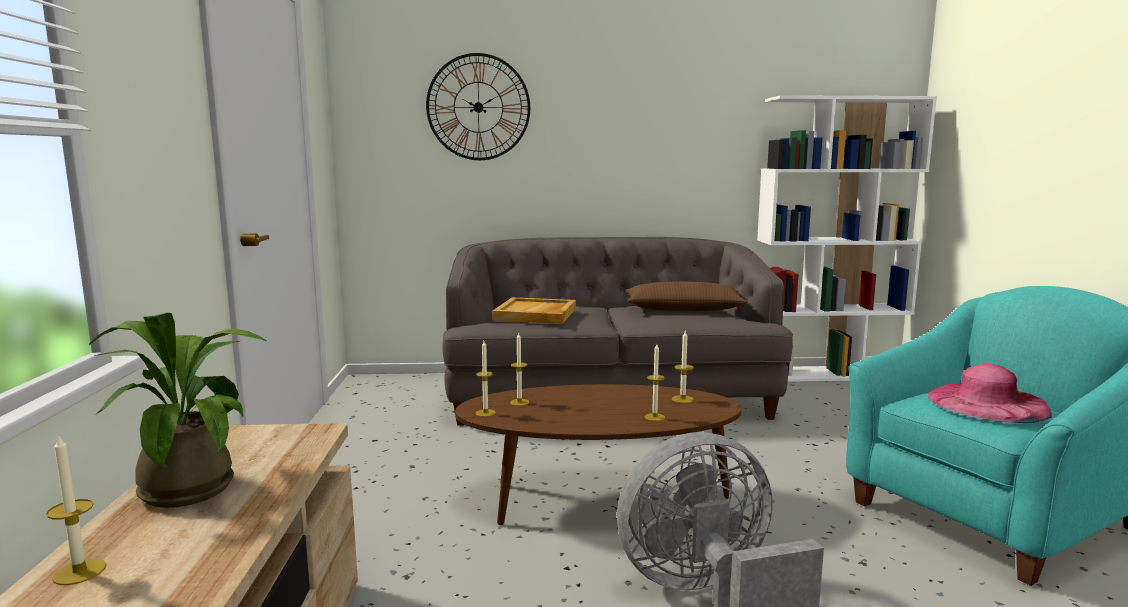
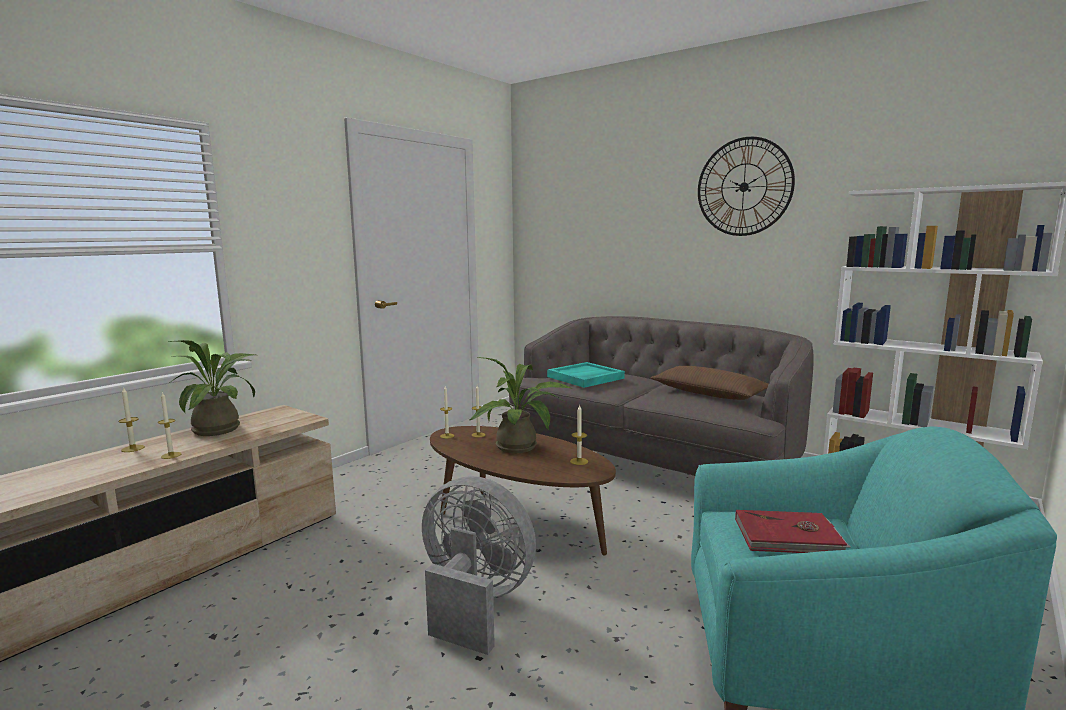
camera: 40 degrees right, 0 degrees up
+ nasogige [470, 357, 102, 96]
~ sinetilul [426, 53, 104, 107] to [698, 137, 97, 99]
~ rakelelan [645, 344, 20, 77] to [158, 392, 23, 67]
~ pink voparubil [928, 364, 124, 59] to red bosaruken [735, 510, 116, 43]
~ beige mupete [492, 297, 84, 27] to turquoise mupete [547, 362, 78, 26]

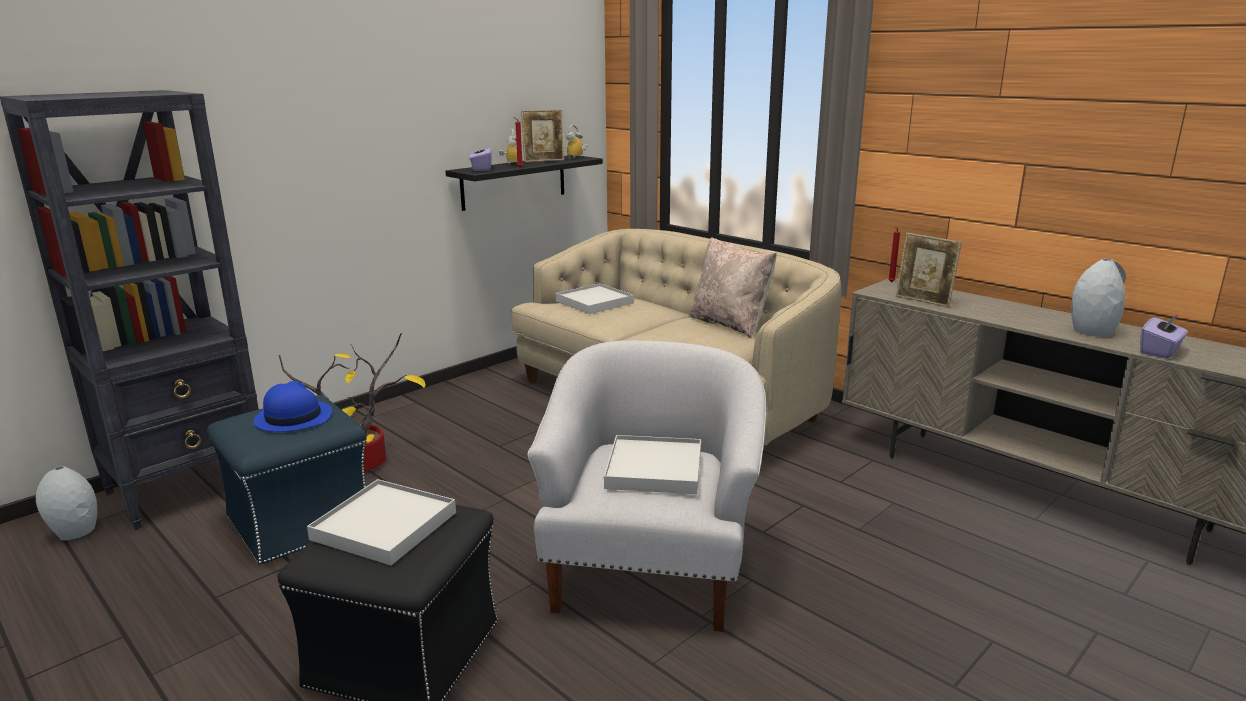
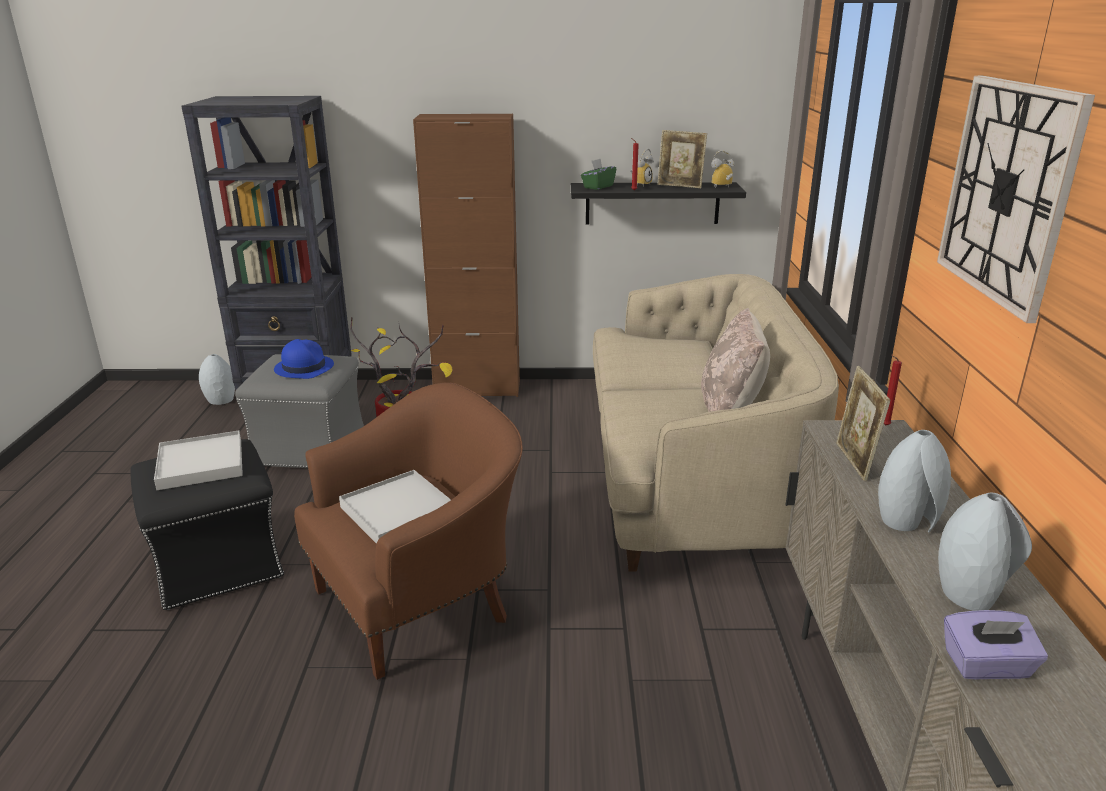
camera: 45 degrees right, 5 degrees up
- white mupete [556, 283, 78, 31]
+ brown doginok [413, 114, 107, 283]
+ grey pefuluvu [878, 430, 73, 103]
+ sinetilul [937, 76, 158, 247]
~ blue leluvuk [207, 395, 160, 170] to grey leluvuk [235, 354, 129, 114]
~ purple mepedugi [469, 142, 23, 29] to green mepedugi [581, 158, 35, 32]
~ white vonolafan [527, 341, 239, 291] to brown vonolafan [294, 382, 229, 298]

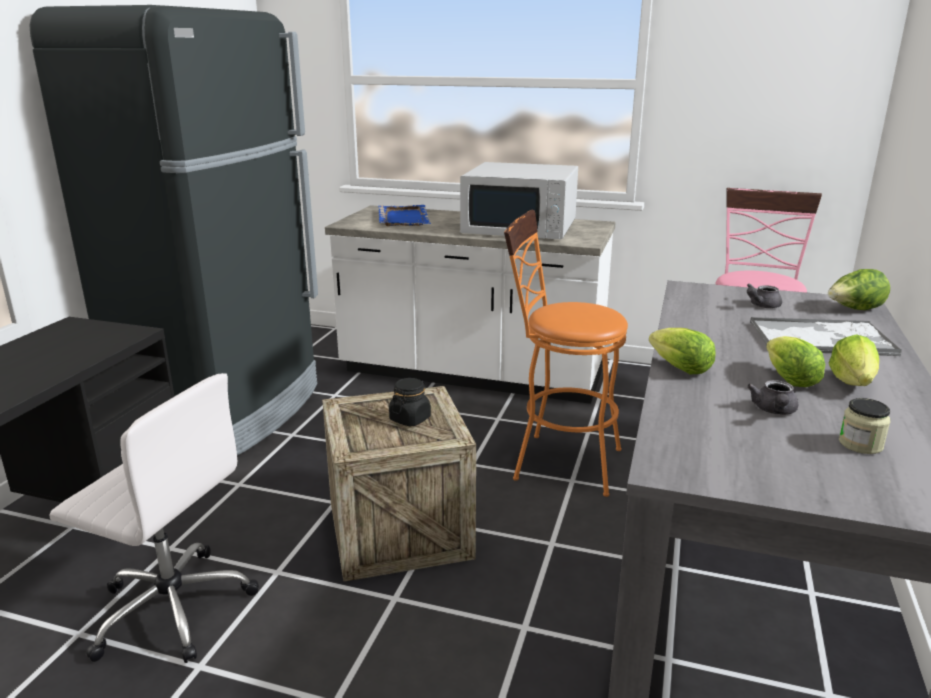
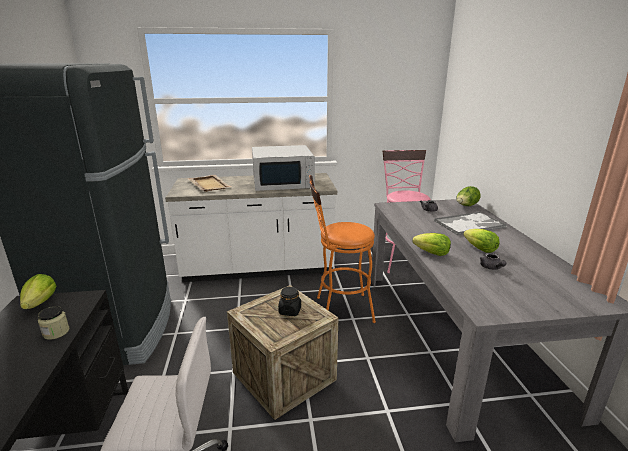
camera: 25 degrees left, 0 degrees up
~ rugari [828, 334, 51, 52] to [20, 274, 36, 35]
~ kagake [839, 398, 52, 56] to [38, 306, 31, 34]
~ blue mupete [379, 205, 52, 21] to beige mupete [188, 175, 43, 17]

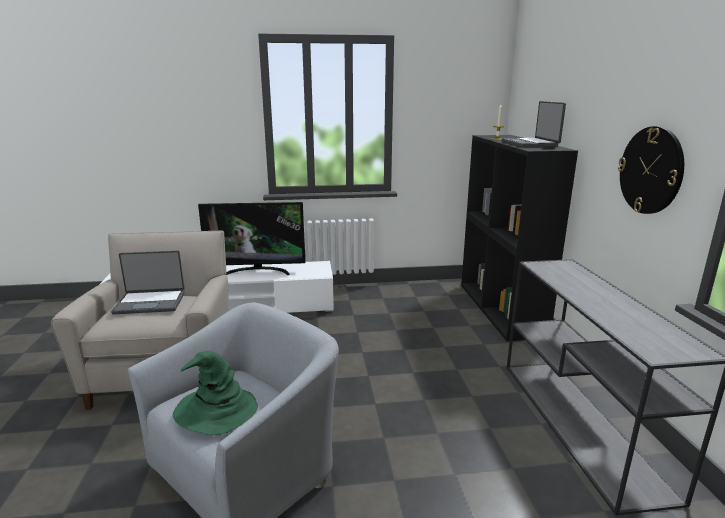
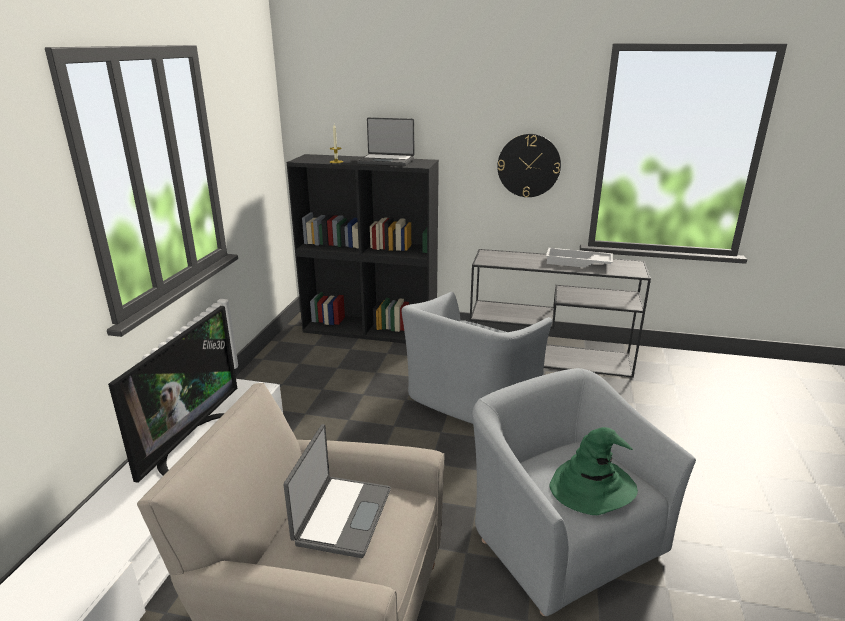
camera: 70 degrees left, 5 degrees up
+ grey vonolafan [402, 292, 150, 132]
+ white mupete [546, 248, 67, 20]

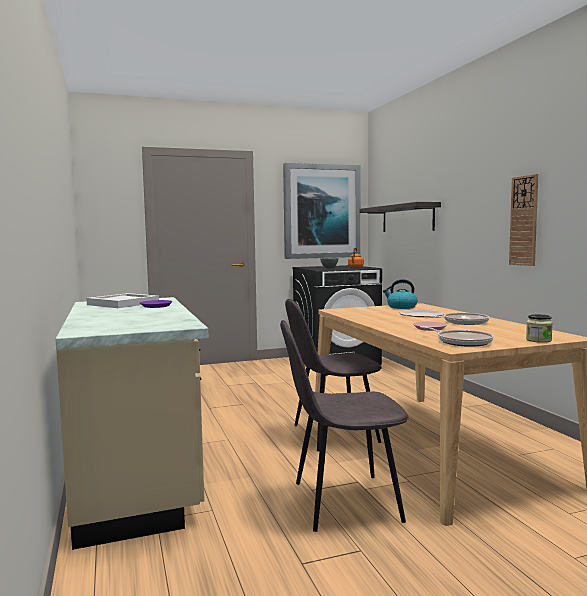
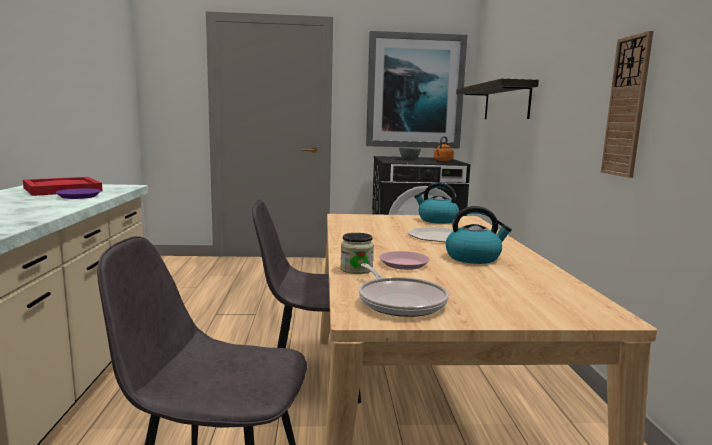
camera: 15 degrees right, 5 degrees up
~ kagake [526, 314, 27, 29] to [340, 233, 34, 41]
~ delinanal [424, 313, 65, 12] to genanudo [446, 206, 66, 58]
~ white mupete [86, 293, 73, 15] to red mupete [23, 177, 80, 19]

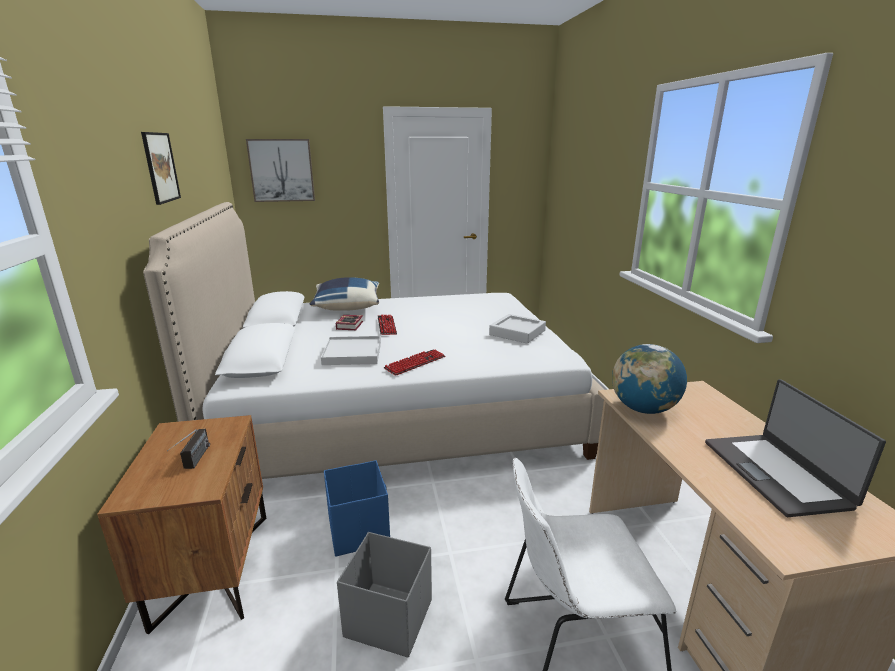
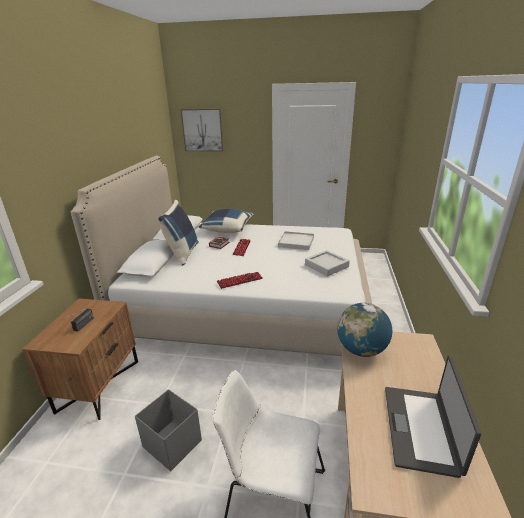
camera: 20 degrees right, 5 degrees up
- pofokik [141, 132, 40, 73]
- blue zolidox [324, 460, 66, 96]
+ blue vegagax [158, 200, 41, 66]
~ white mupete [321, 336, 60, 29] to [278, 231, 36, 19]

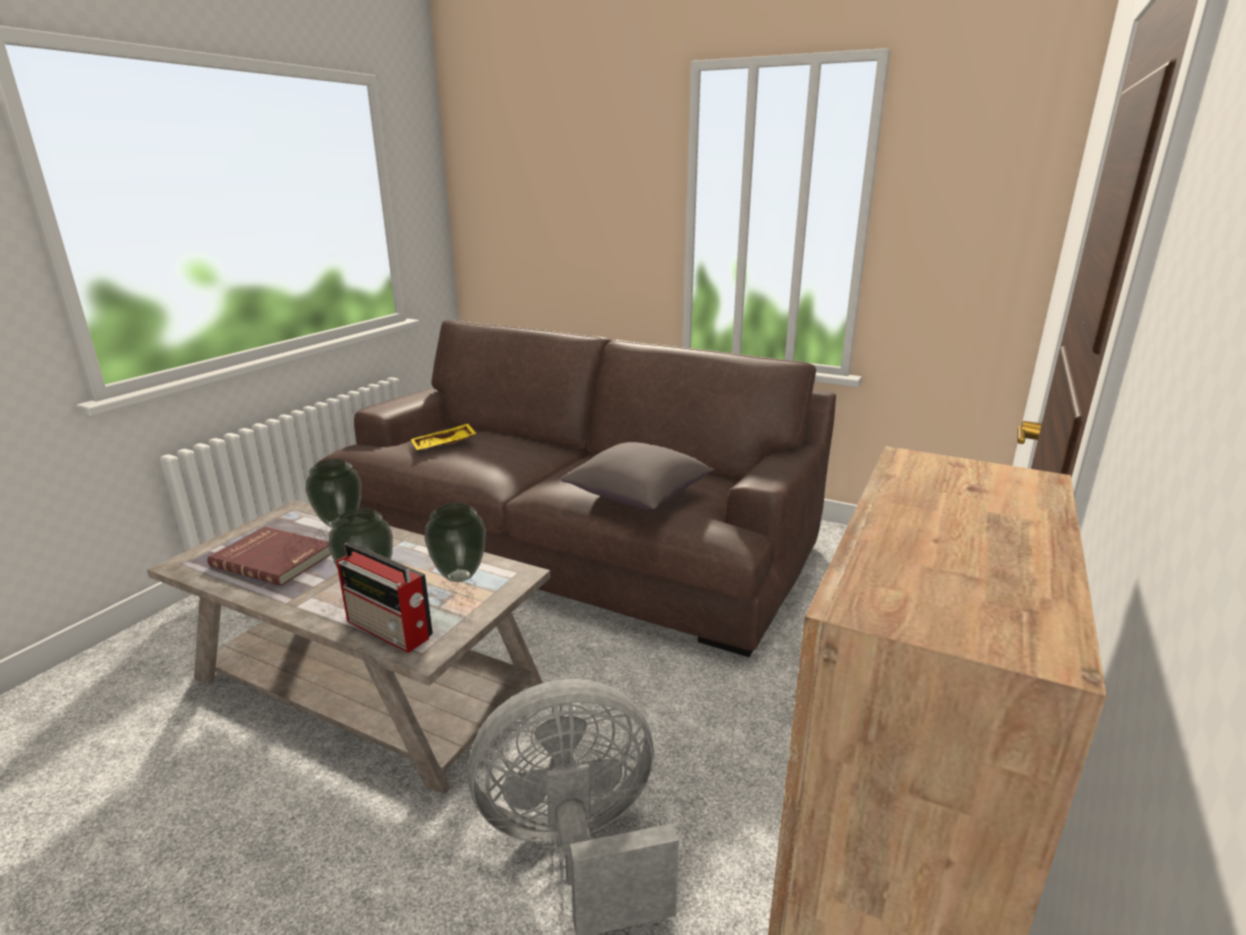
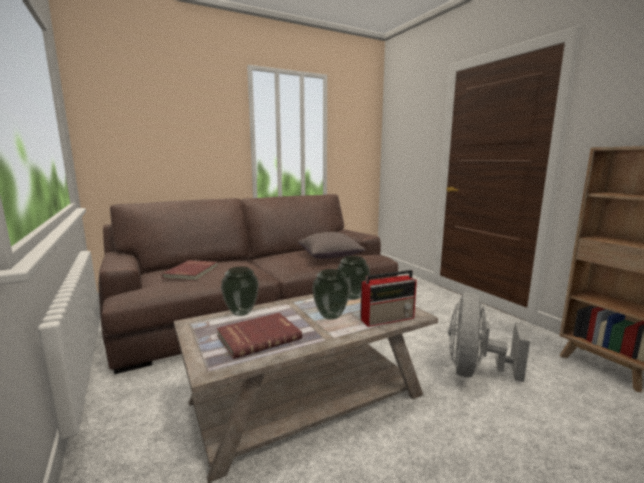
camera: 55 degrees left, 10 degrees down
~ yellow mupete [411, 424, 66, 26] to red bosaruken [162, 260, 56, 21]

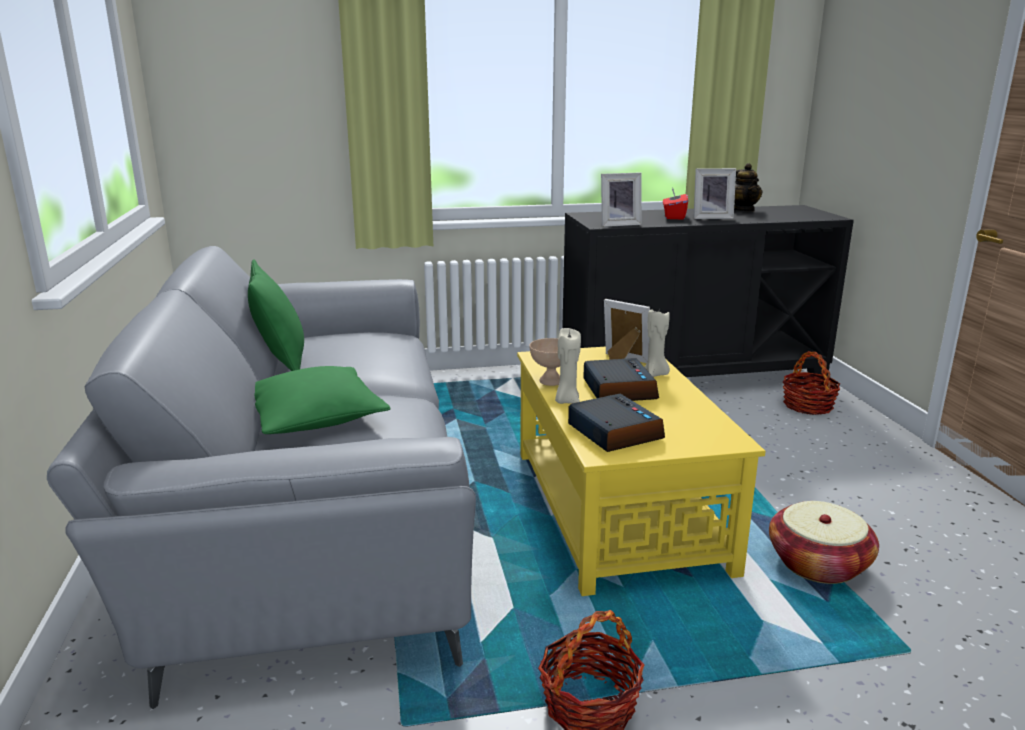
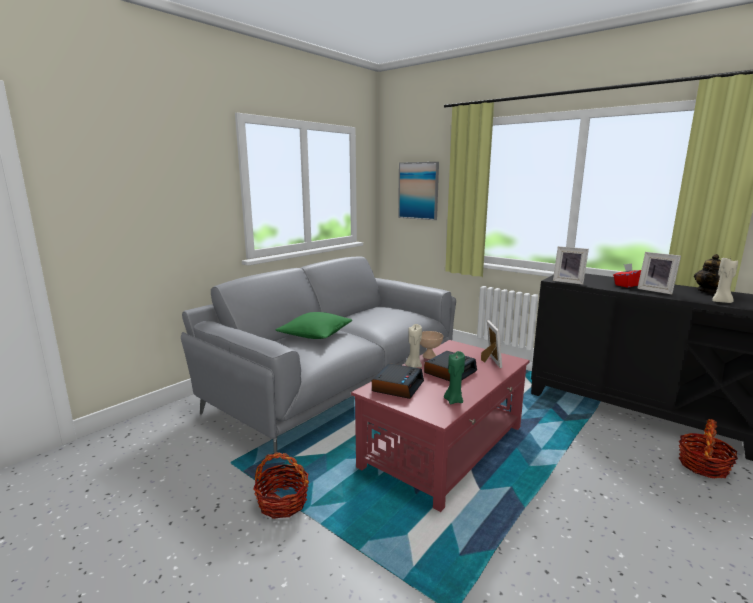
camera: 50 degrees right, 5 degrees down
- green vegagax [248, 259, 56, 112]
- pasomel [769, 501, 110, 83]
+ pofokik [398, 162, 41, 58]
+ green rakelelan [444, 351, 21, 53]
~ beige rakelelan [645, 310, 25, 67] to [712, 257, 26, 46]
~ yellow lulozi [517, 347, 249, 249] to red lulozi [351, 340, 179, 172]

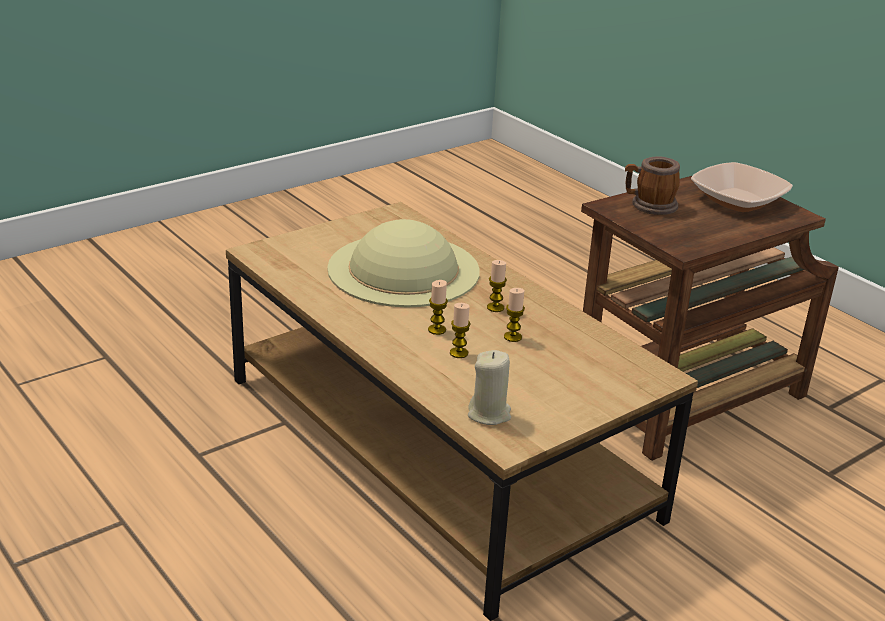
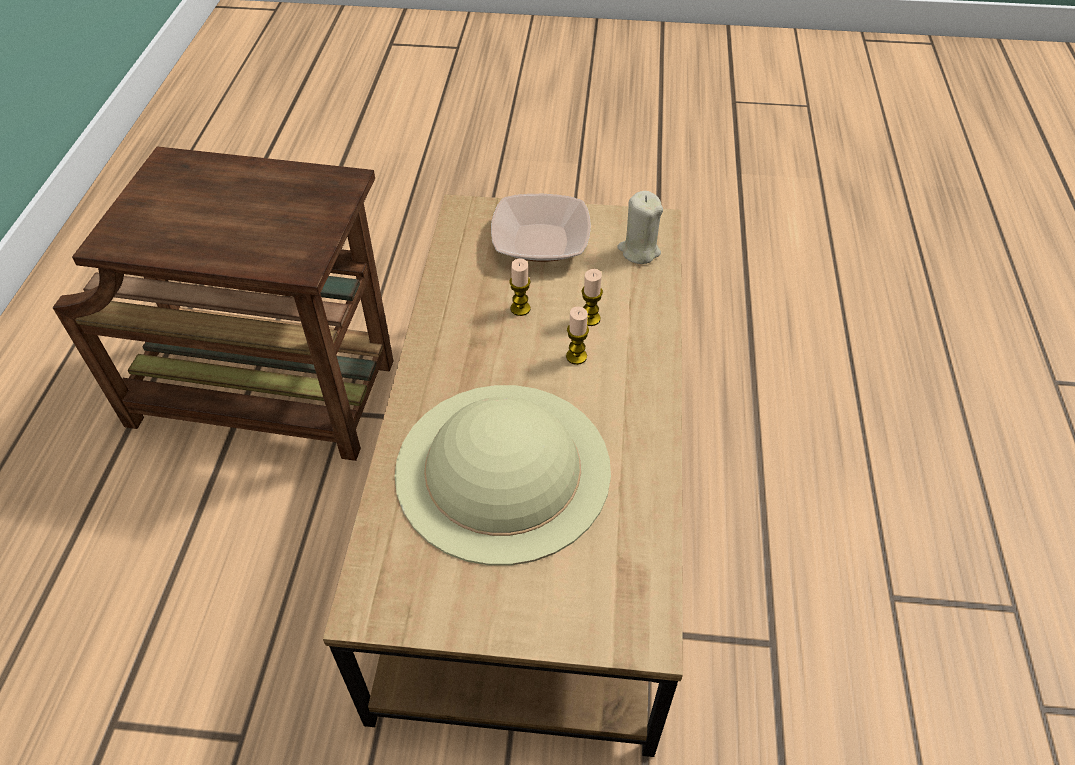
camera: 135 degrees left, 20 degrees up
- rakelelan [487, 260, 20, 52]
- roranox [625, 156, 55, 59]
~ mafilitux [691, 162, 102, 50] to [491, 194, 100, 68]

